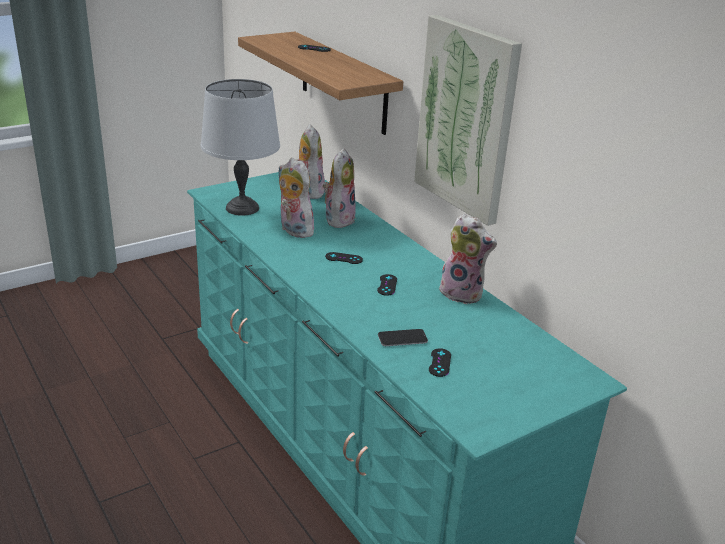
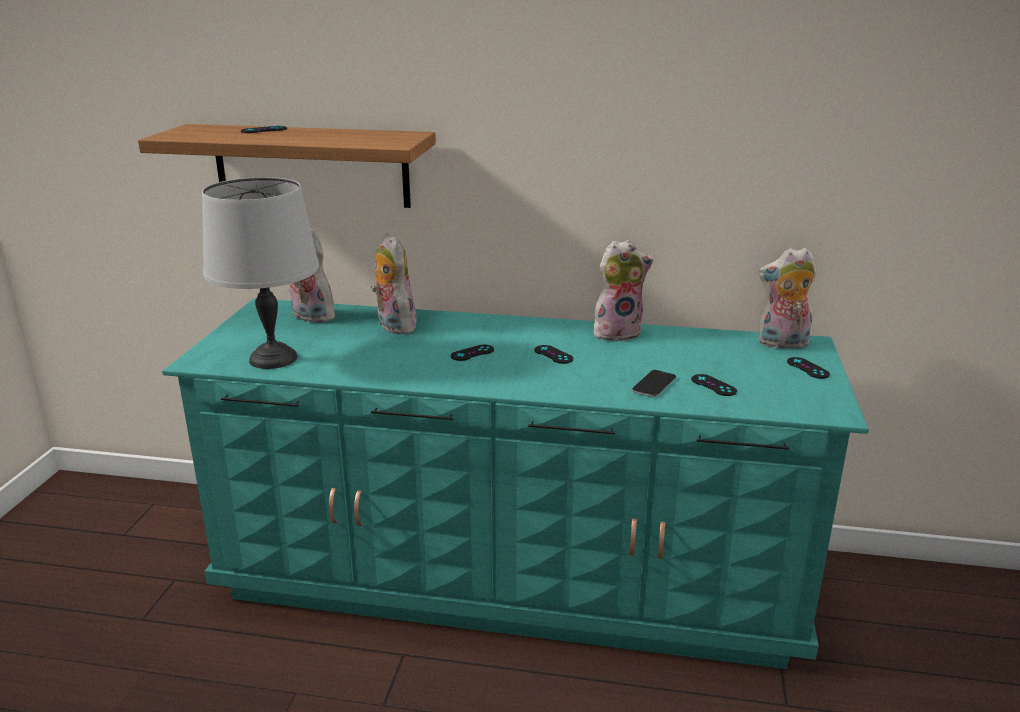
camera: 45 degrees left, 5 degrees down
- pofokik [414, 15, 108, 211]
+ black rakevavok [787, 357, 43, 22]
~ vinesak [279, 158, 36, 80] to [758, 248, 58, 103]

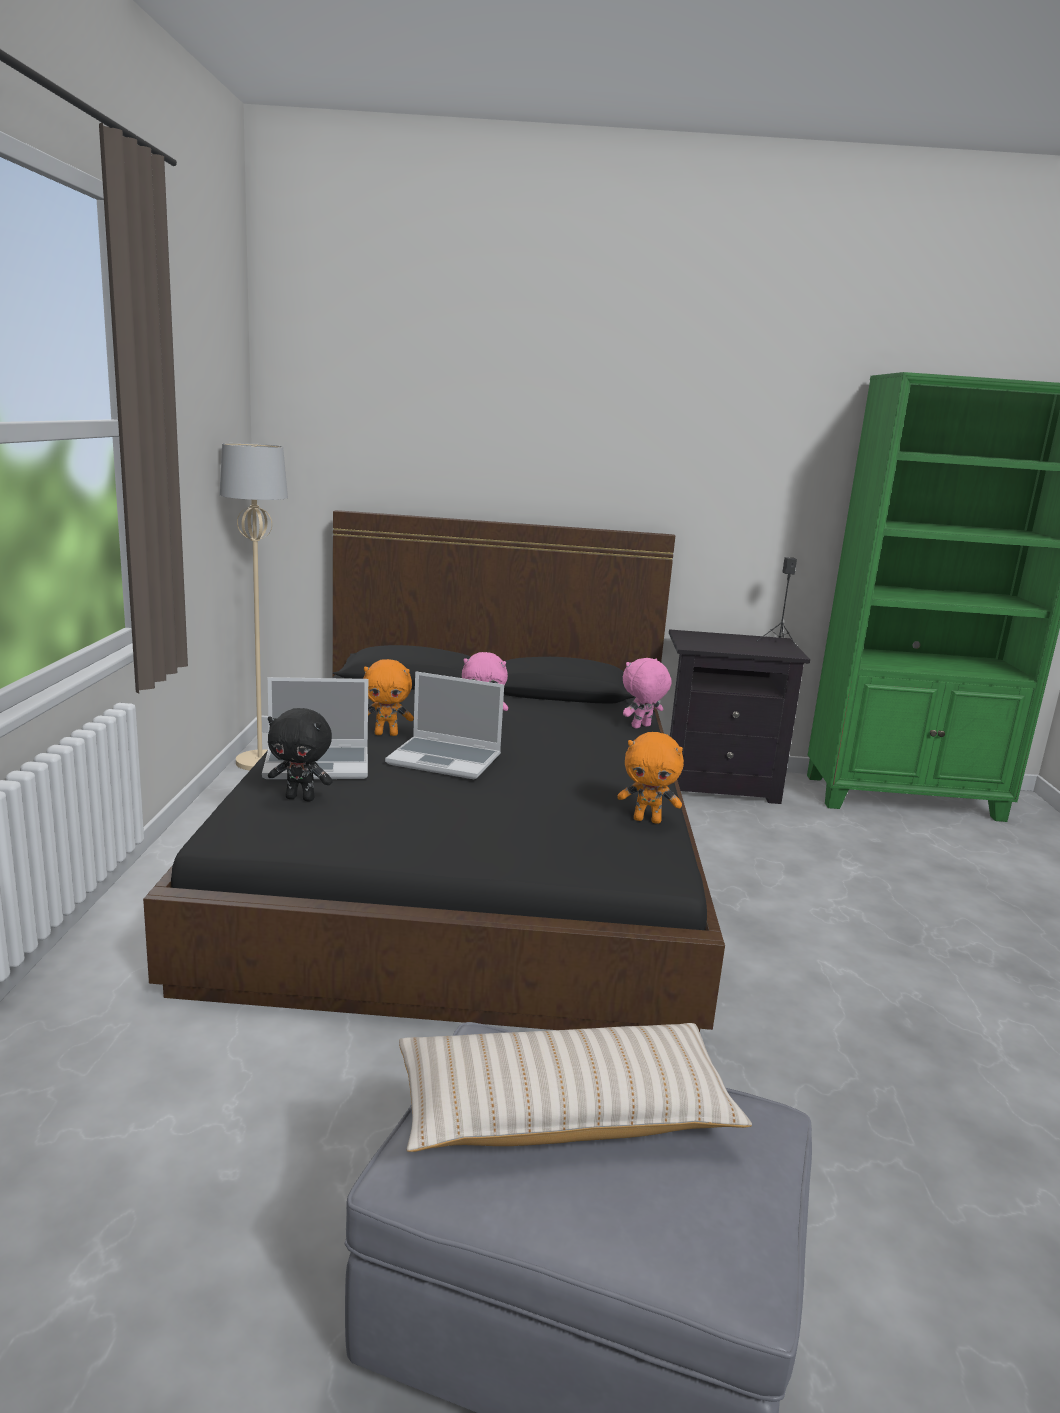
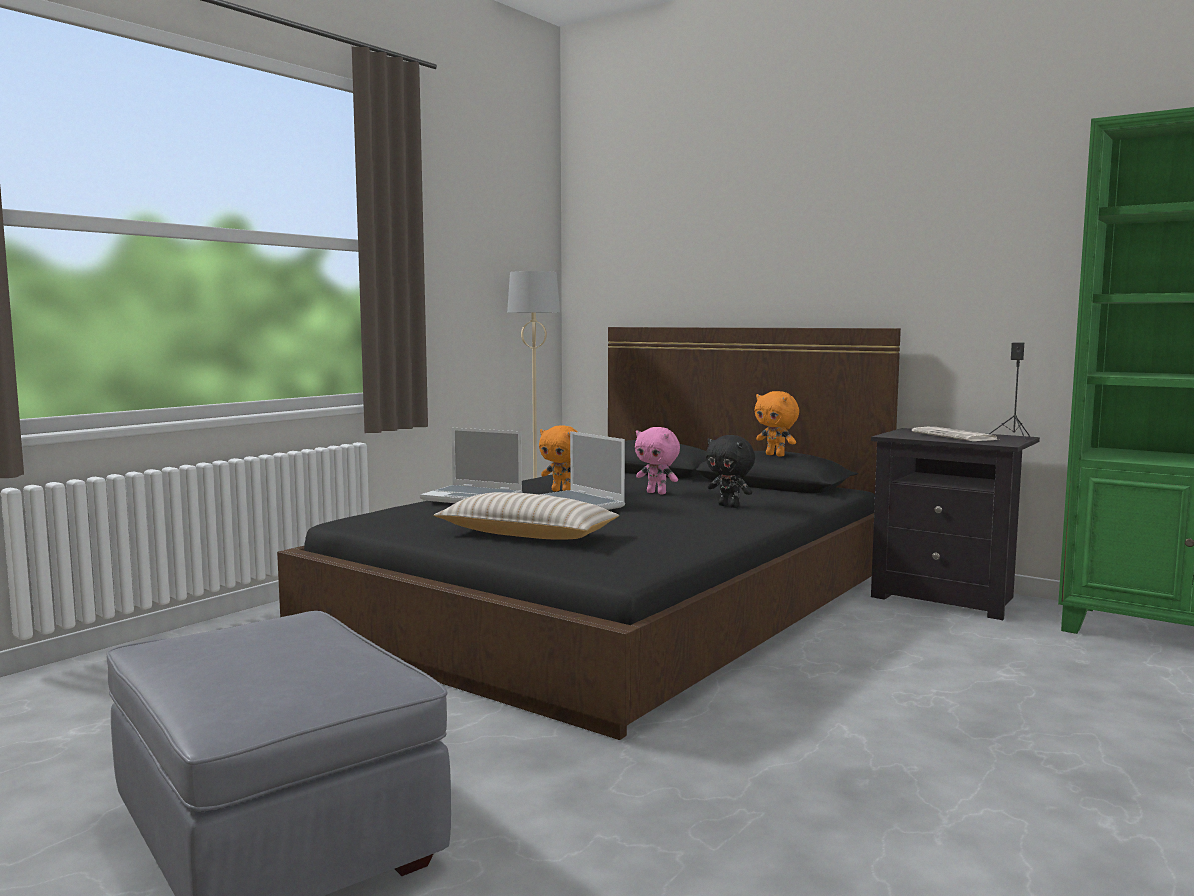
camera: 35 degrees right, 10 degrees down
- pink vinesak [623, 658, 49, 70]
+ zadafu [912, 427, 87, 14]
~ black vinesak [268, 708, 65, 94] to [706, 435, 49, 73]
~ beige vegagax [399, 1023, 353, 129] to [434, 492, 185, 48]
~ orange vinesak [617, 732, 67, 92] to [755, 391, 44, 66]

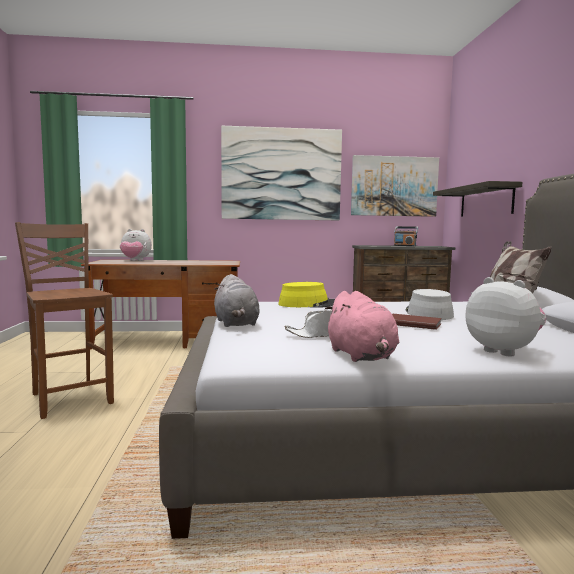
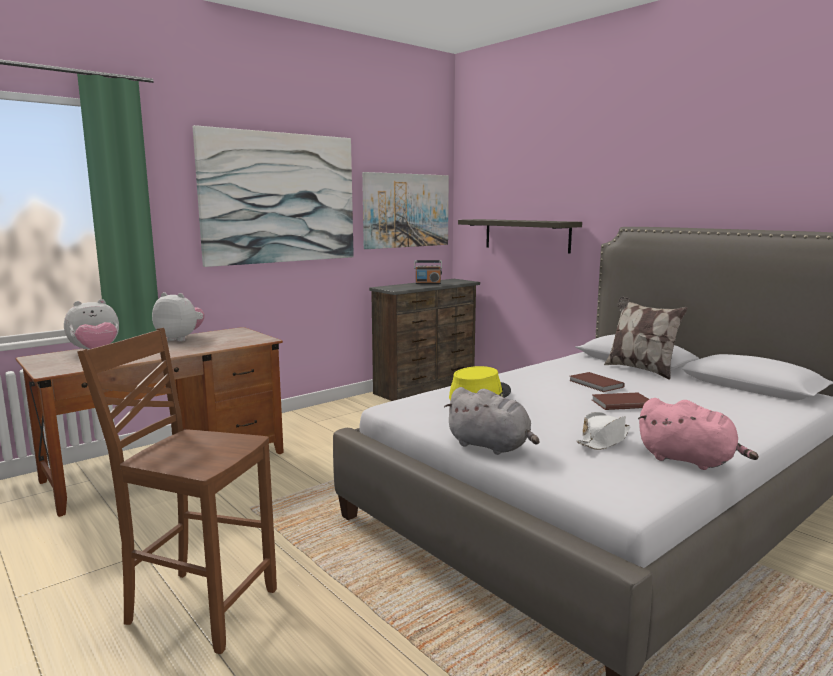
camera: 35 degrees left, 5 degrees up
~ vinesak [465, 277, 81, 80] to [152, 292, 53, 49]
~ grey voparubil [406, 289, 48, 31] to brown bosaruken [570, 372, 55, 20]

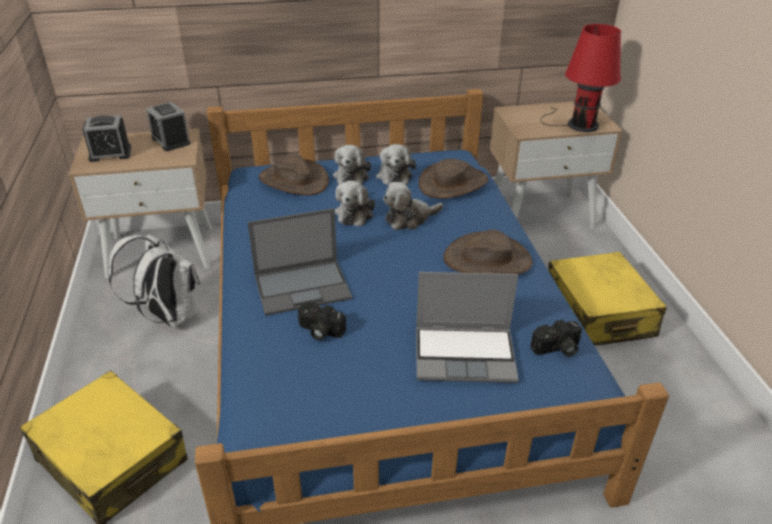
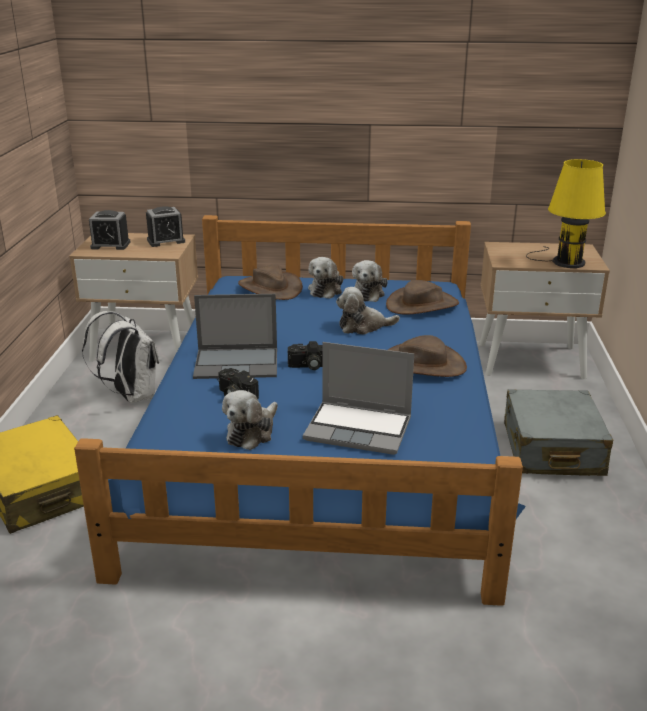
camera: 15 degrees right, 10 degrees down
~ vinesak [335, 180, 40, 46] to [222, 390, 56, 60]
~ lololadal [530, 319, 52, 38] to [288, 341, 34, 29]
~ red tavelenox [541, 24, 80, 108] to yellow tavelenox [526, 159, 80, 109]
~ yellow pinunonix [548, 252, 119, 94] to grey pinunonix [504, 389, 109, 87]
~ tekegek [146, 102, 44, 49] = [146, 206, 39, 41] 90 degrees counterclockwise

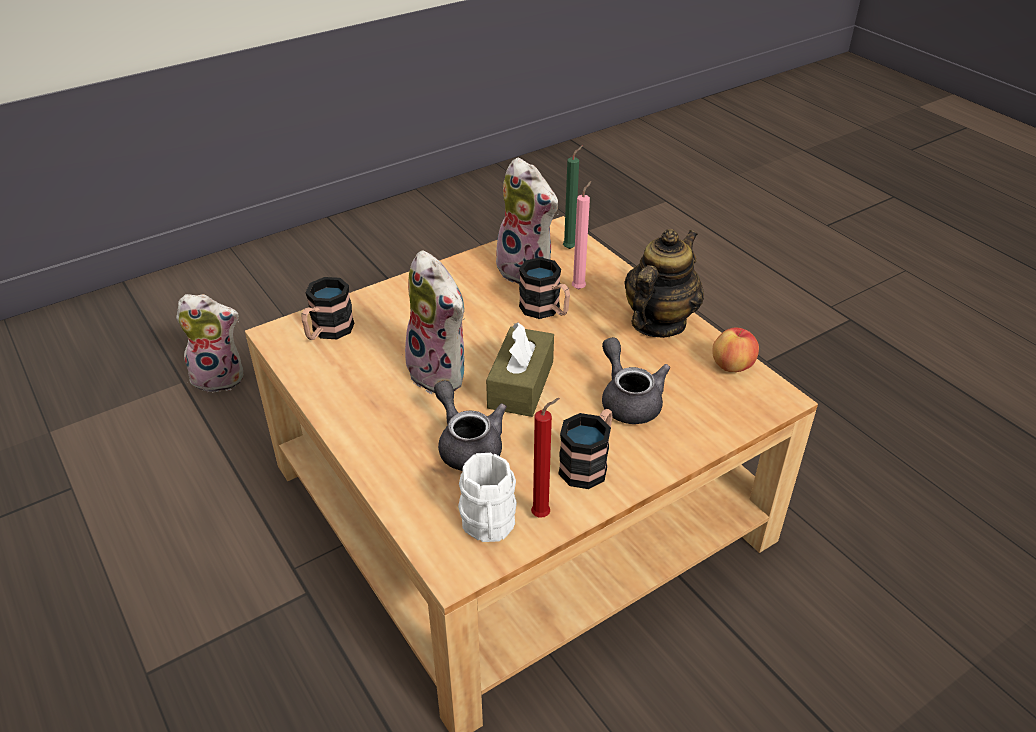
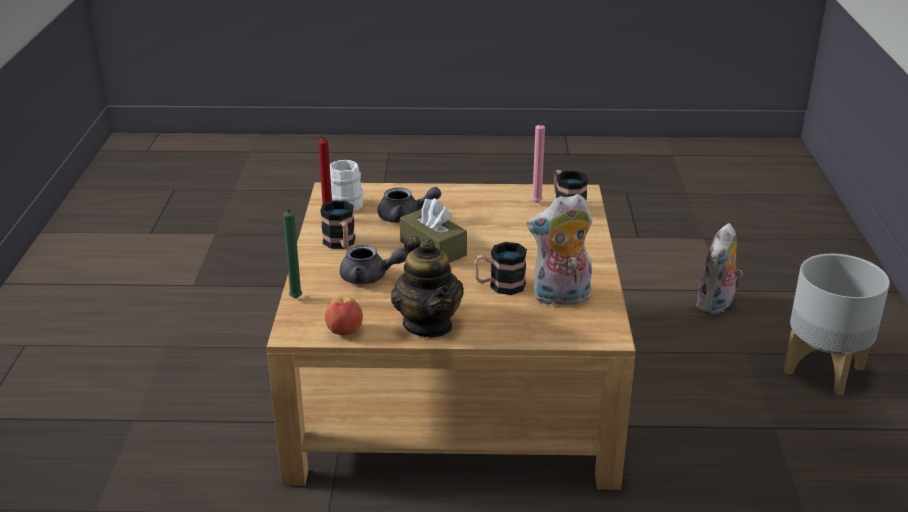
camera: 125 degrees right, 10 degrees down
- vinesak [405, 251, 60, 143]
+ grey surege [784, 254, 106, 141]
~ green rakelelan [563, 145, 20, 104] to [283, 208, 19, 90]
~ pink rakelelan [572, 181, 19, 108] to [532, 121, 13, 82]

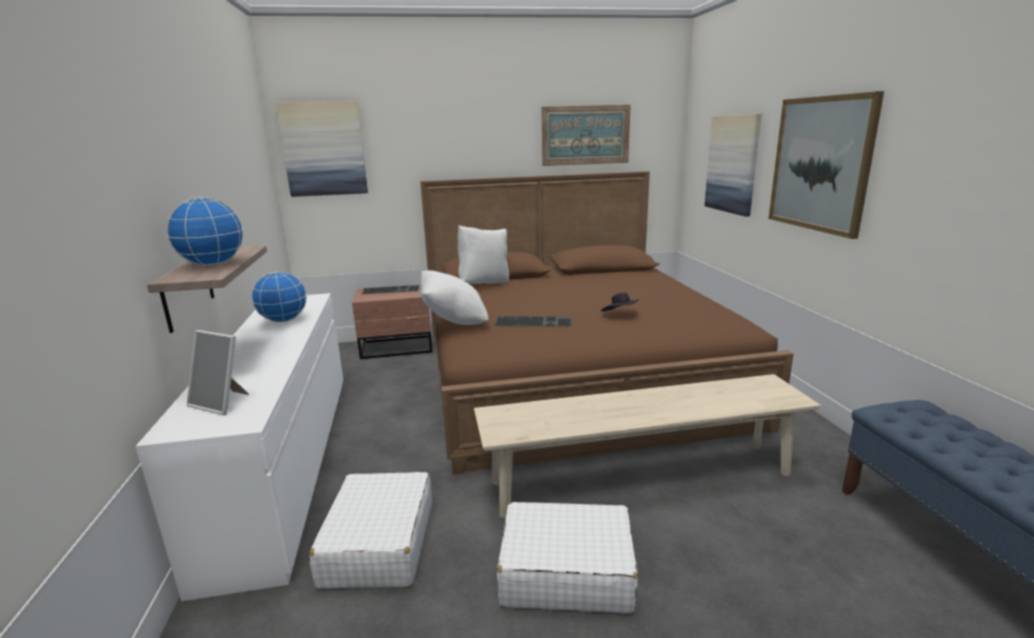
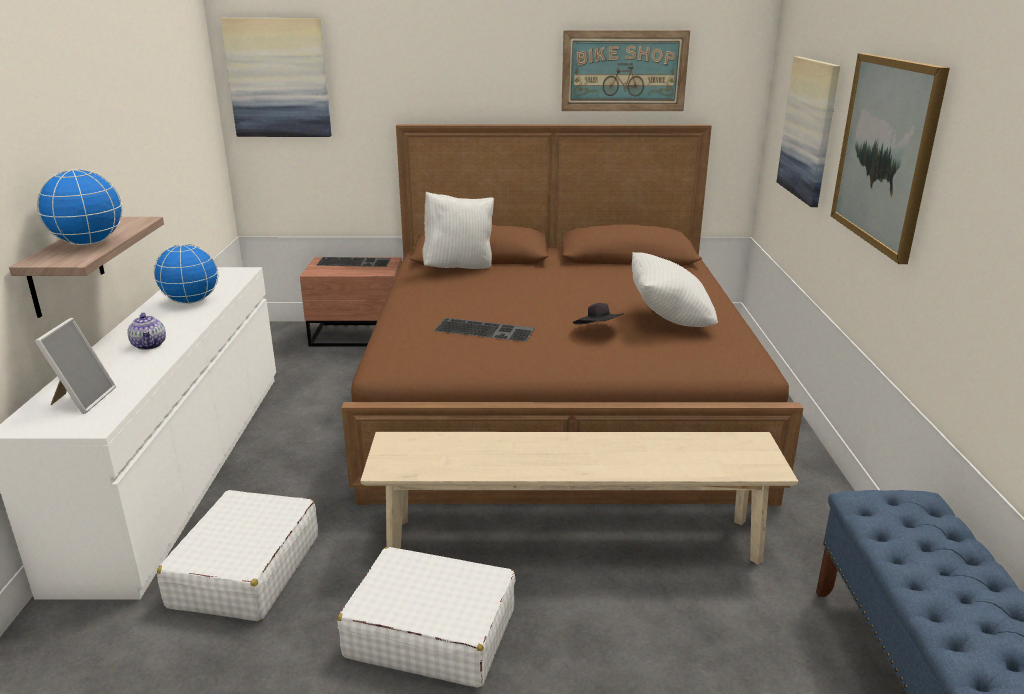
camera: 10 degrees right, 5 degrees up
+ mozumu [127, 313, 39, 37]
~ white vegagax [421, 270, 67, 55] to [632, 252, 86, 75]
~ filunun [187, 330, 62, 85] = [35, 318, 81, 96] 120 degrees counterclockwise

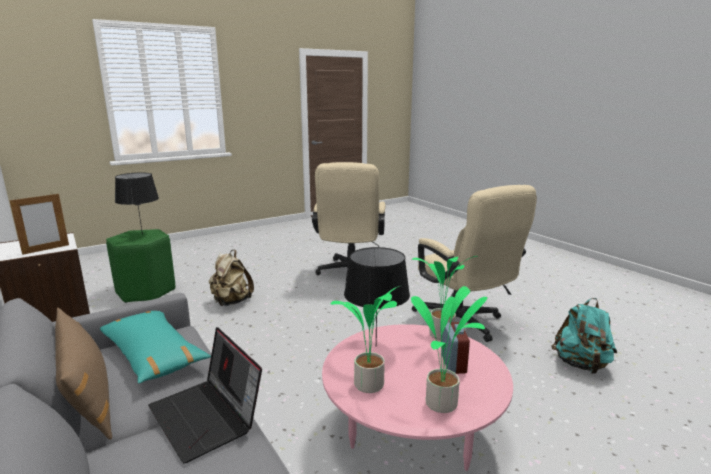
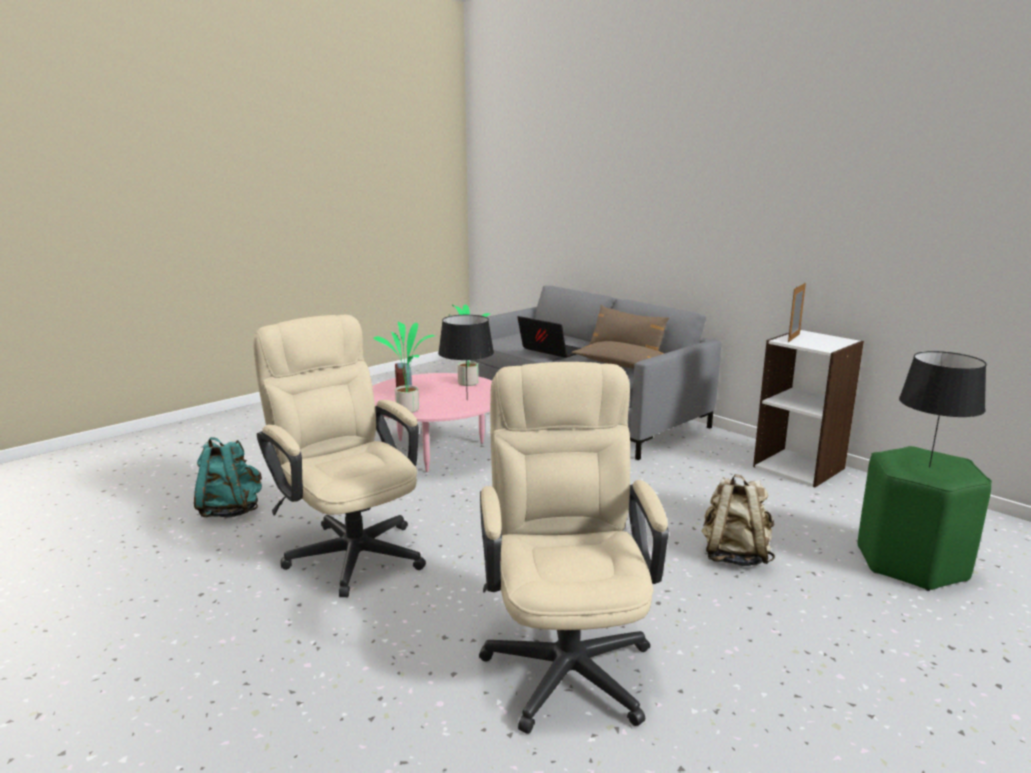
camera: 170 degrees right, 0 degrees up
- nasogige [411, 286, 76, 127]
~ turquoise vegagax [100, 311, 111, 72] to brown vegagax [572, 341, 93, 28]

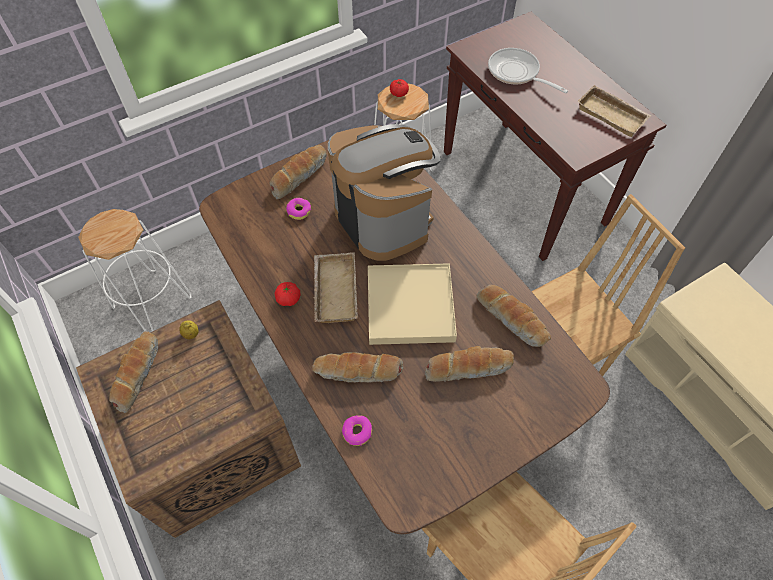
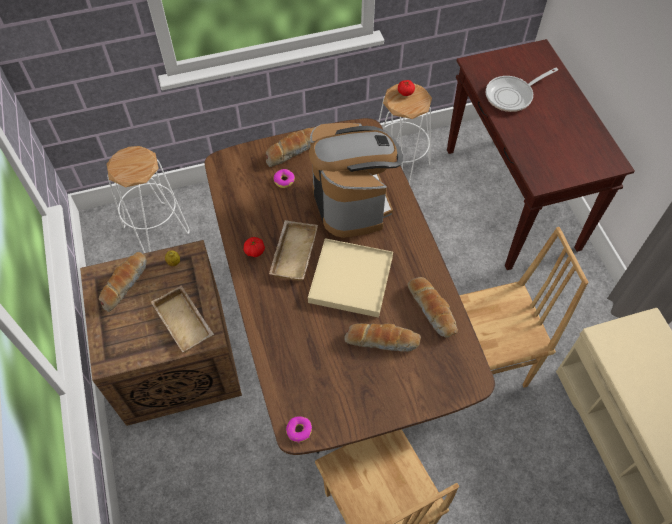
camera: 15 degrees right, 0 degrees up
- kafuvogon [312, 352, 91, 30]
~ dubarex [342, 415, 30, 31] to [286, 416, 26, 27]
~ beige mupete [577, 85, 74, 52] to [151, 285, 63, 68]
~ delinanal [488, 48, 80, 45] = [486, 68, 72, 44] 90 degrees counterclockwise

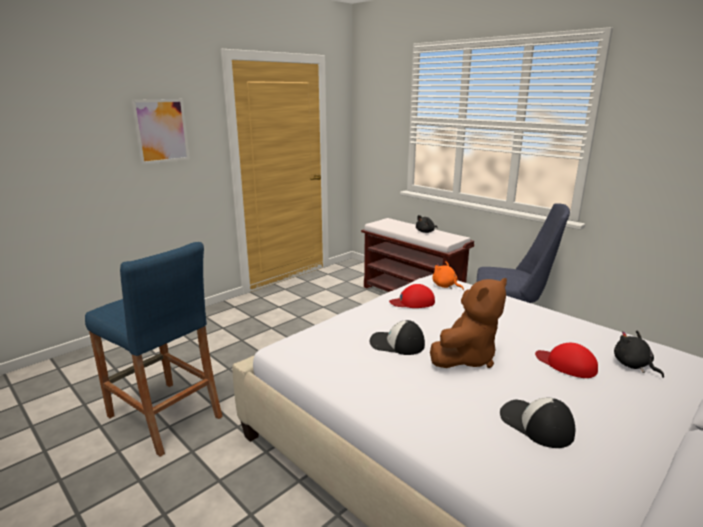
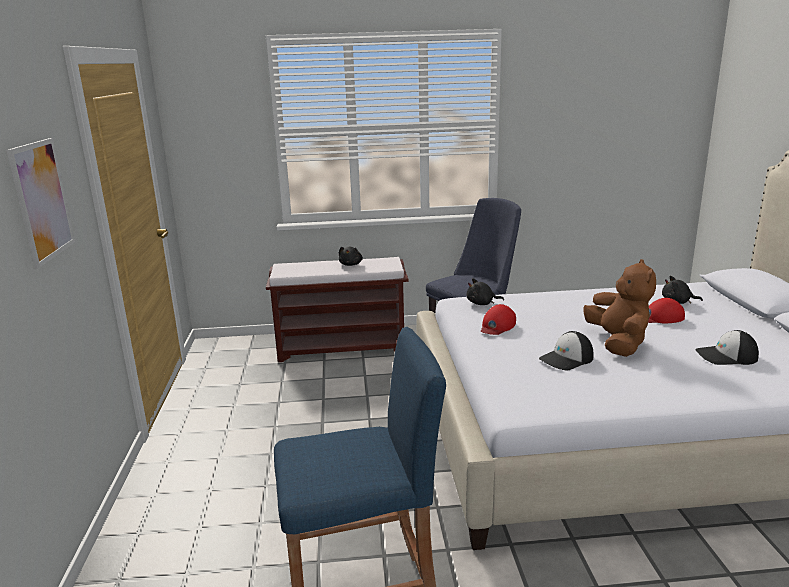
camera: 50 degrees left, 0 degrees up
~ orange vinesak [432, 261, 32, 29] to black vinesak [467, 278, 37, 27]

